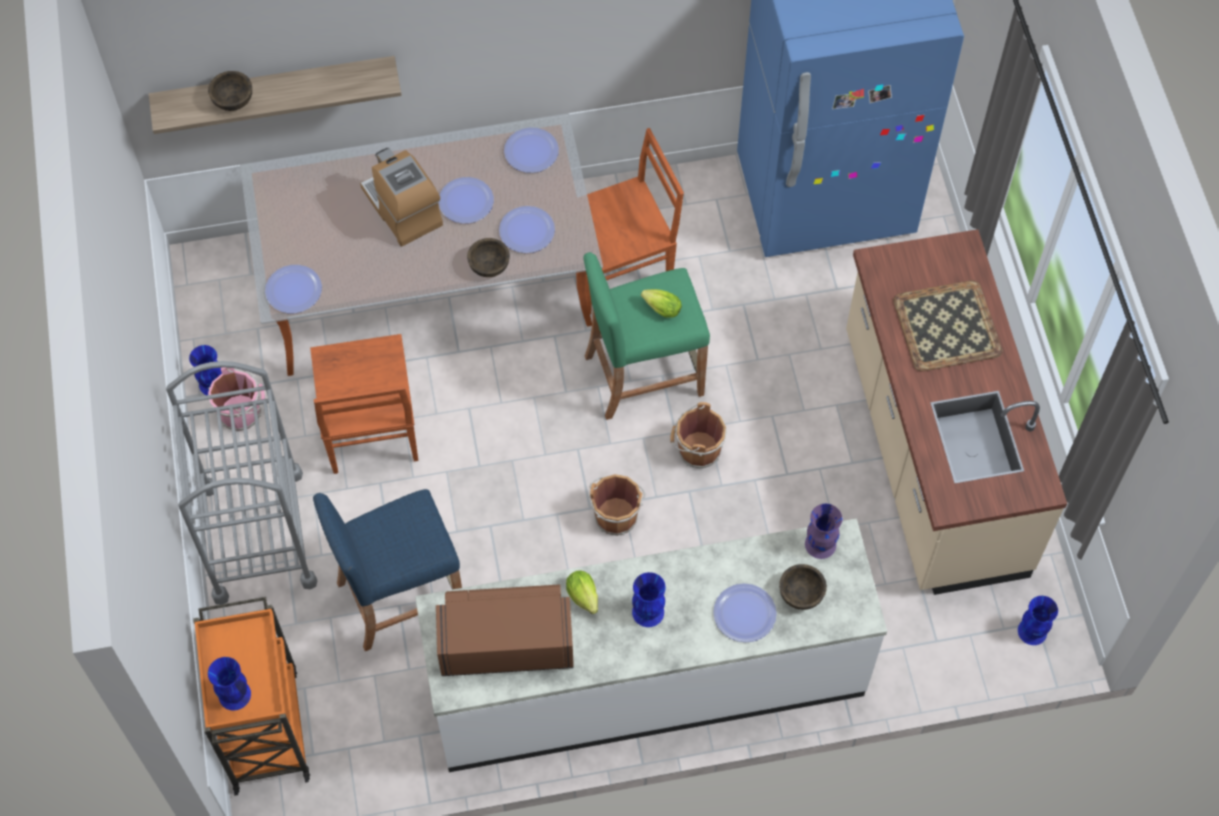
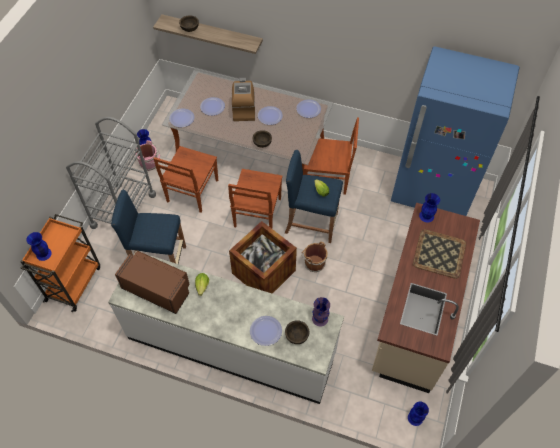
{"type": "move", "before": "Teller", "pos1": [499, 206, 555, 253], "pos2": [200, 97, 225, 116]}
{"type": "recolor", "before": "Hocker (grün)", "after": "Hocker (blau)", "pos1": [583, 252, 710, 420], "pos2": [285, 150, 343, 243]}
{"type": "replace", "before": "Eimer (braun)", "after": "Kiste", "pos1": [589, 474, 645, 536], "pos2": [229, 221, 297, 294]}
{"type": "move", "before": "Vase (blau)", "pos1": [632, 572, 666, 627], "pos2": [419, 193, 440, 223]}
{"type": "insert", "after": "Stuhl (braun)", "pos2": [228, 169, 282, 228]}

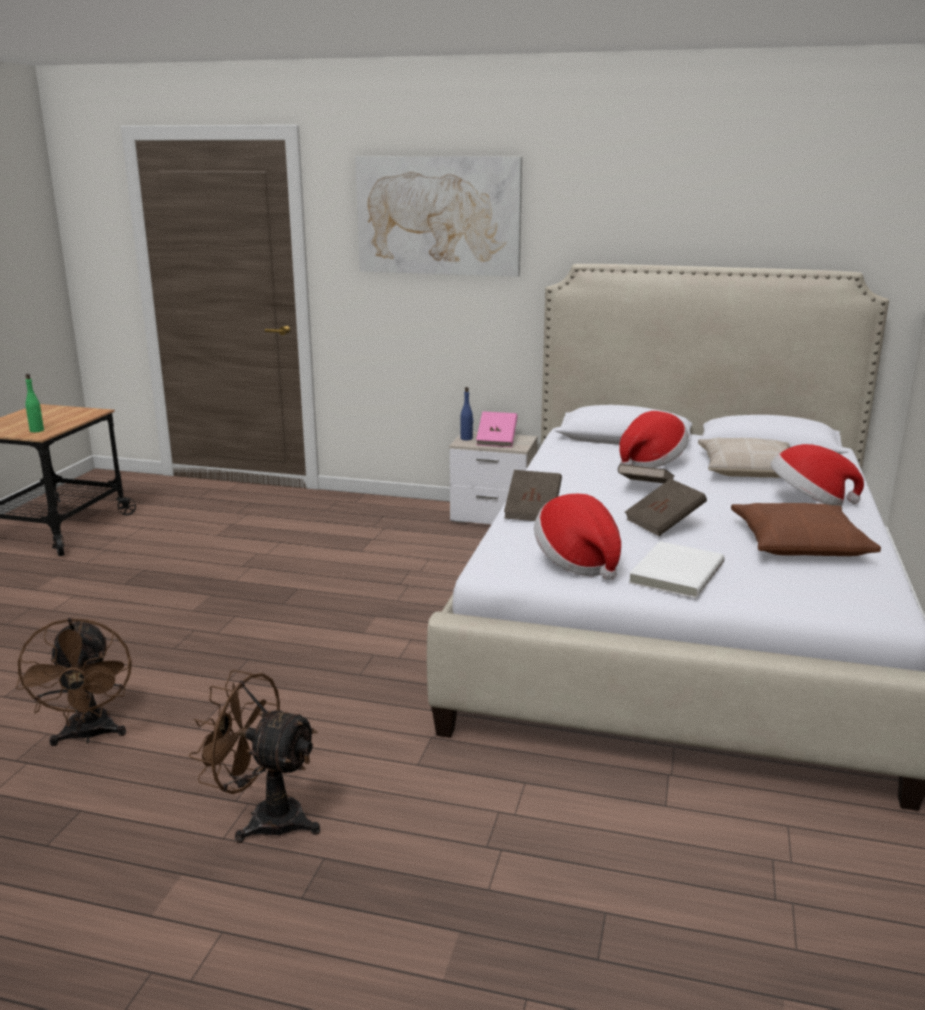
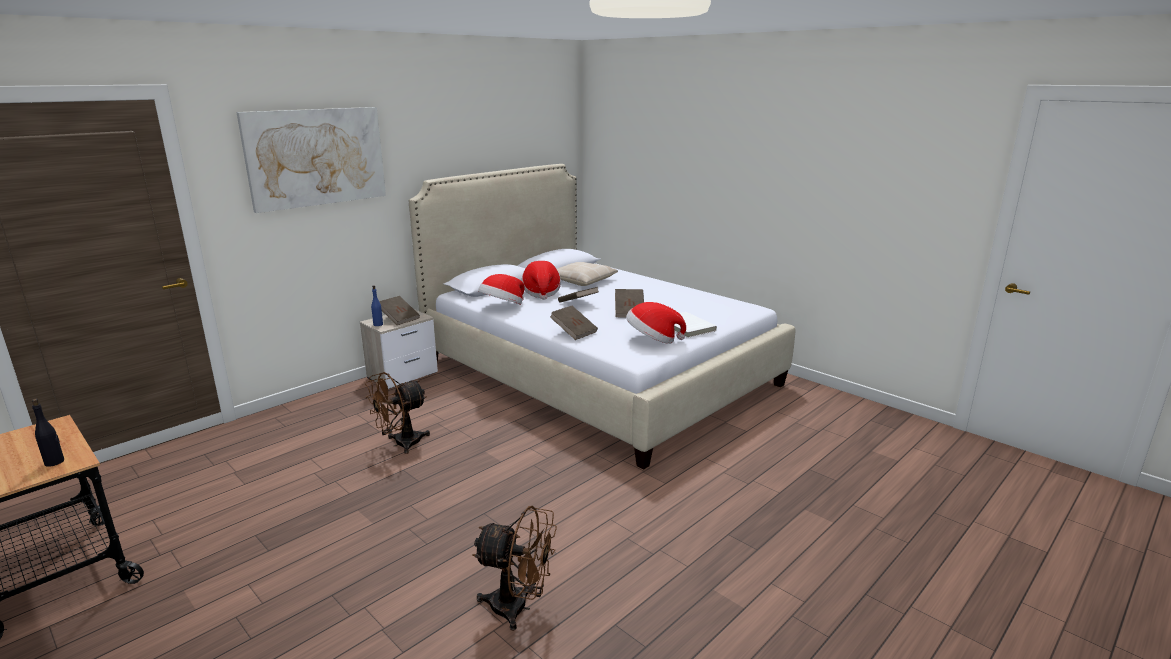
{"type": "recolor", "before": "Flasche (grün)", "after": "Flasche (schwarz)", "pos1": [25, 374, 44, 432], "pos2": [32, 399, 64, 467]}
{"type": "move", "before": "Ventilator (braun)", "pos1": [189, 670, 320, 843], "pos2": [365, 372, 430, 454]}
{"type": "recolor", "before": "Buch (rosa)", "after": "Buch (braun)", "pos1": [476, 411, 518, 447], "pos2": [379, 296, 420, 325]}
{"type": "delete", "before": "Kissen (braun)", "pos1": [731, 503, 881, 556]}
{"type": "move", "before": "Hut", "pos1": [771, 444, 864, 506], "pos2": [478, 274, 525, 305]}

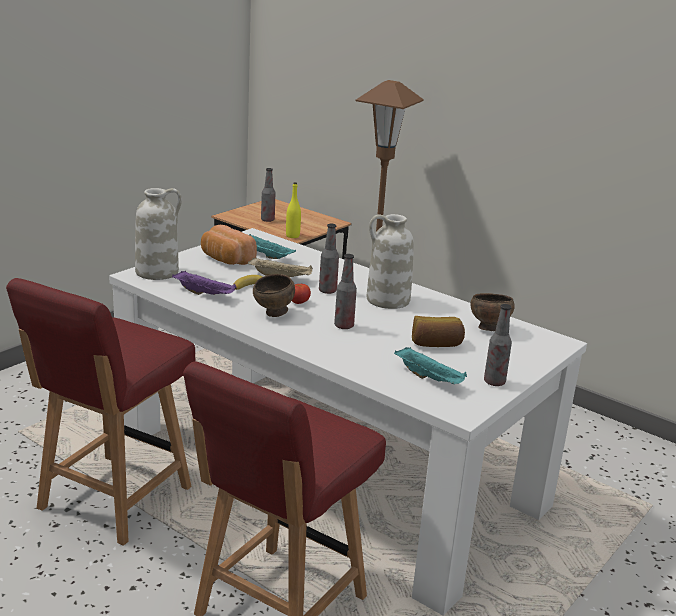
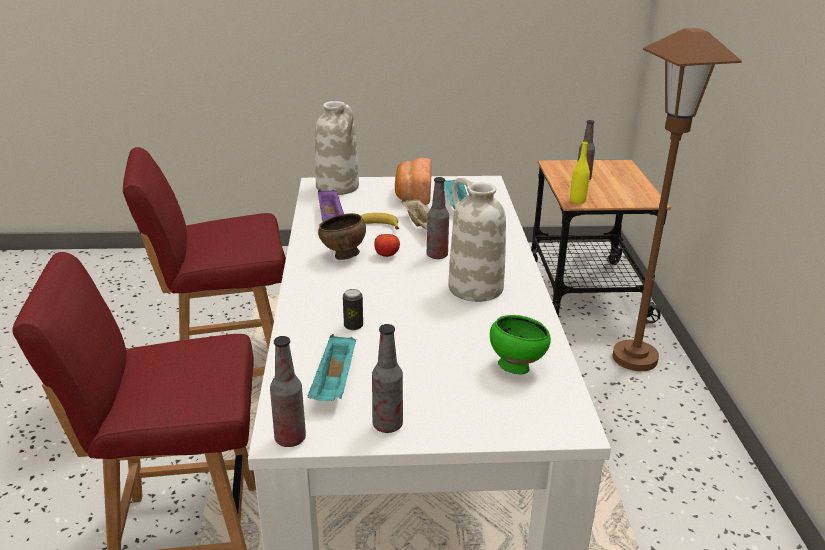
{"type": "move", "before": "Flasche", "pos1": [334, 254, 357, 329], "pos2": [270, 336, 306, 447]}
{"type": "delete", "before": "Brot", "pos1": [412, 316, 465, 347]}
{"type": "recolor", "before": "Schüssel (braun)", "after": "Schüssel (grün)", "pos1": [471, 293, 515, 331], "pos2": [490, 315, 551, 374]}
{"type": "insert", "after": "Dose", "pos2": [343, 289, 363, 330]}

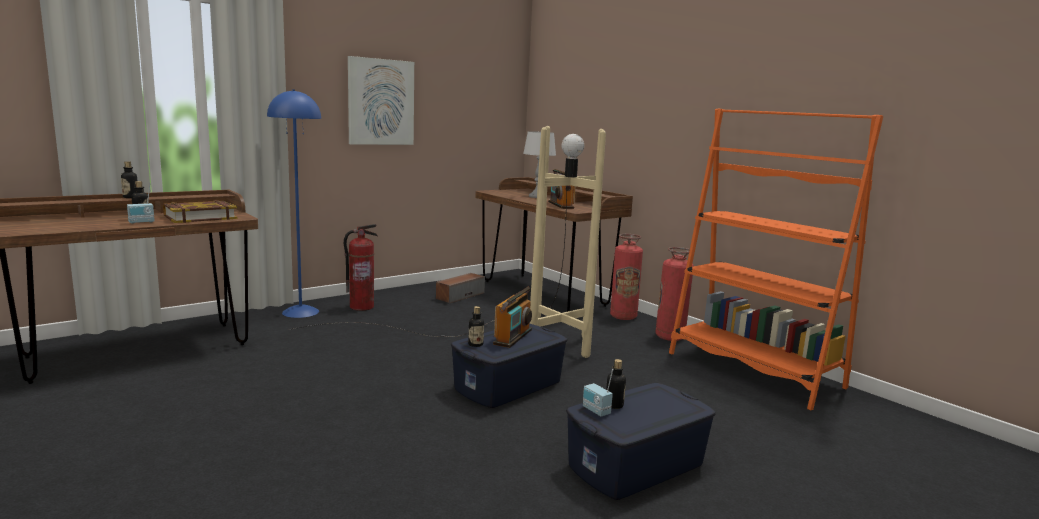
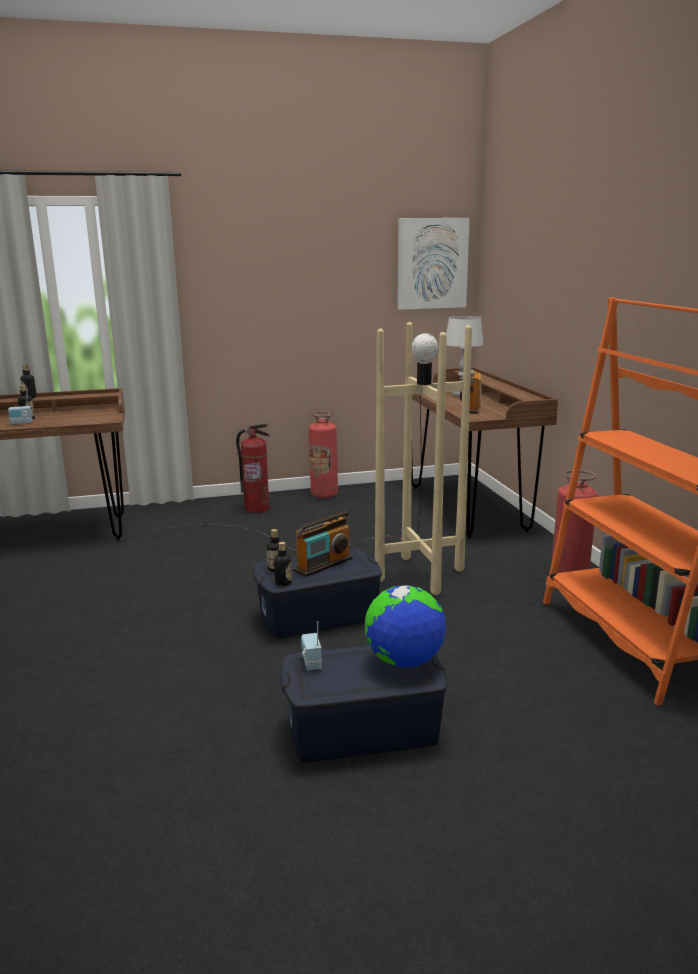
{"type": "delete", "before": "Buch", "pos1": [163, 200, 238, 223]}
{"type": "delete", "before": "Stehlampe (blau)", "pos1": [267, 89, 321, 318]}
{"type": "move", "before": "Bild", "pos1": [348, 56, 414, 145], "pos2": [397, 218, 470, 310]}
{"type": "delete", "before": "Lautsprecher", "pos1": [436, 273, 485, 304]}
{"type": "move", "before": "Flasche", "pos1": [606, 359, 626, 409], "pos2": [274, 542, 292, 586]}
{"type": "move", "before": "Feuerlöscher", "pos1": [610, 234, 643, 320], "pos2": [309, 411, 338, 498]}
{"type": "insert", "after": "Globus", "pos2": [365, 585, 446, 668]}

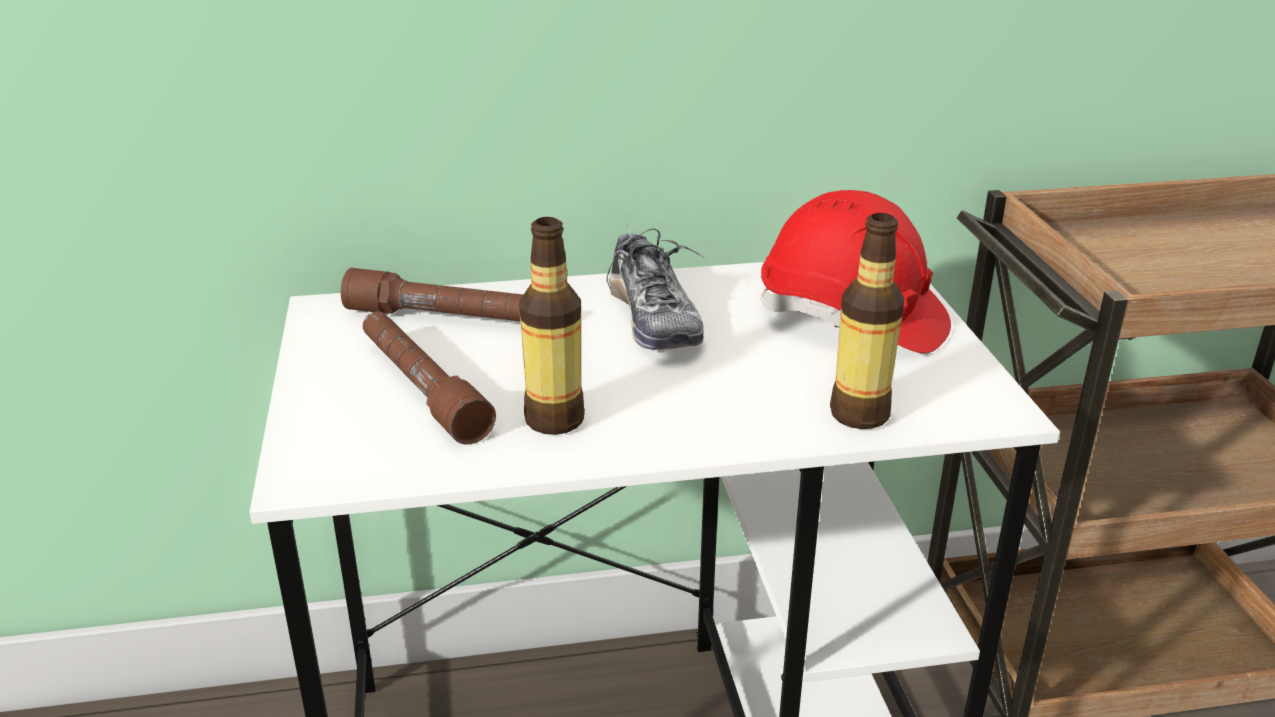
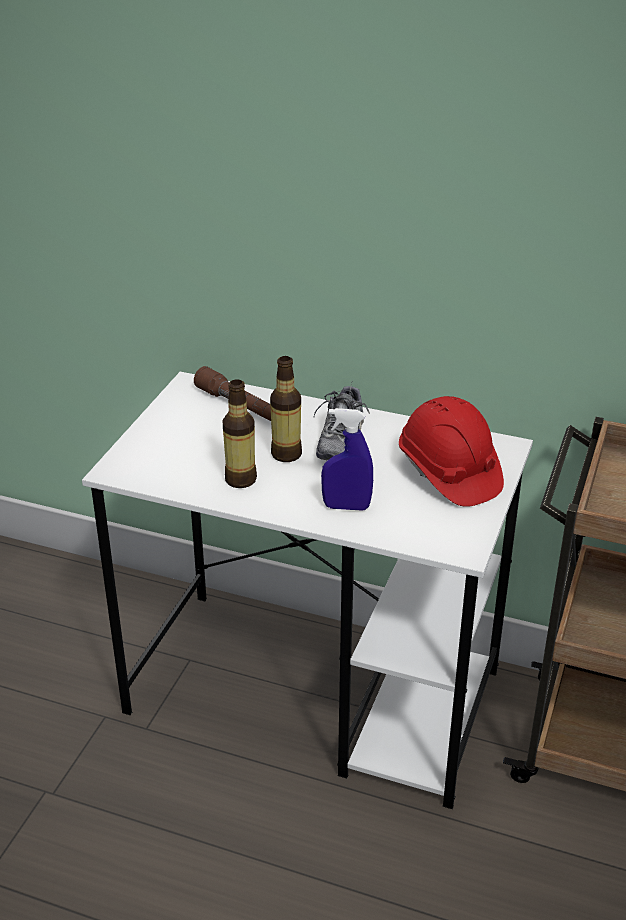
{"type": "delete", "before": "Taschenlampe (braun)", "pos1": [363, 311, 496, 445]}
{"type": "move", "before": "Flasche", "pos1": [830, 213, 904, 429], "pos2": [270, 356, 302, 462]}
{"type": "insert", "after": "Sprühflasche (blau)", "pos2": [321, 408, 373, 511]}

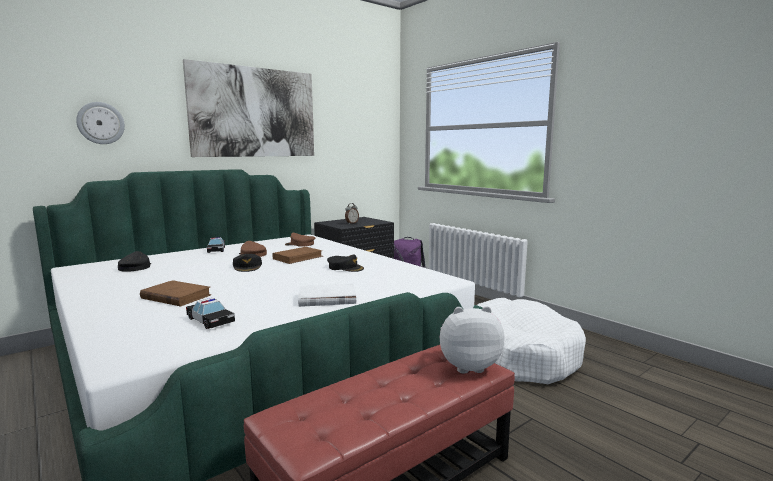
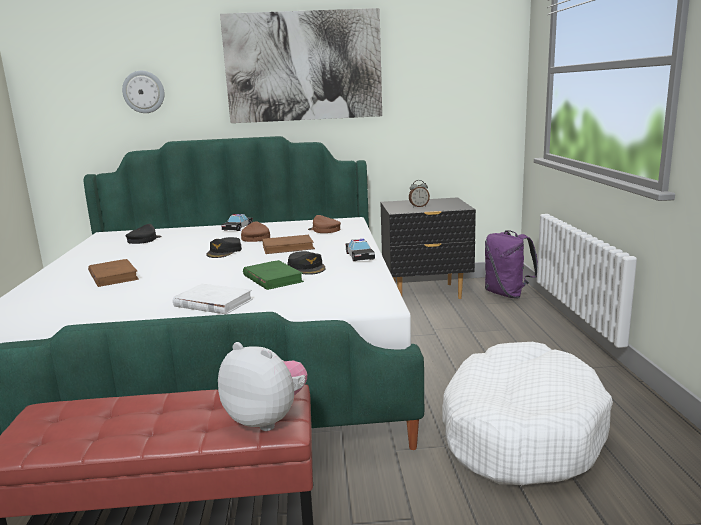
{"type": "move", "before": "Spielzeugauto", "pos1": [186, 298, 235, 329], "pos2": [345, 239, 375, 261]}
{"type": "insert", "after": "Buch (grün)", "pos2": [243, 260, 304, 290]}

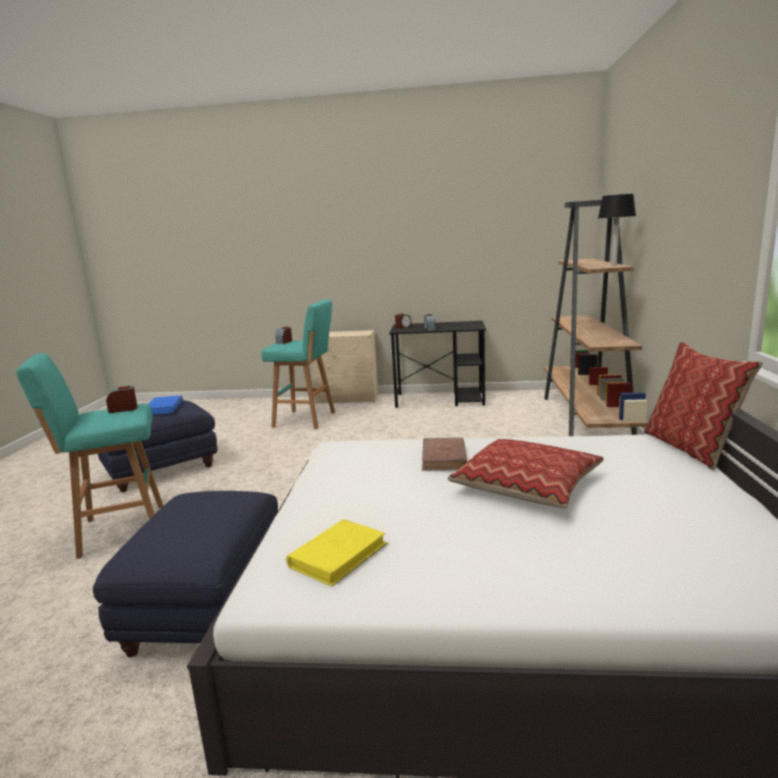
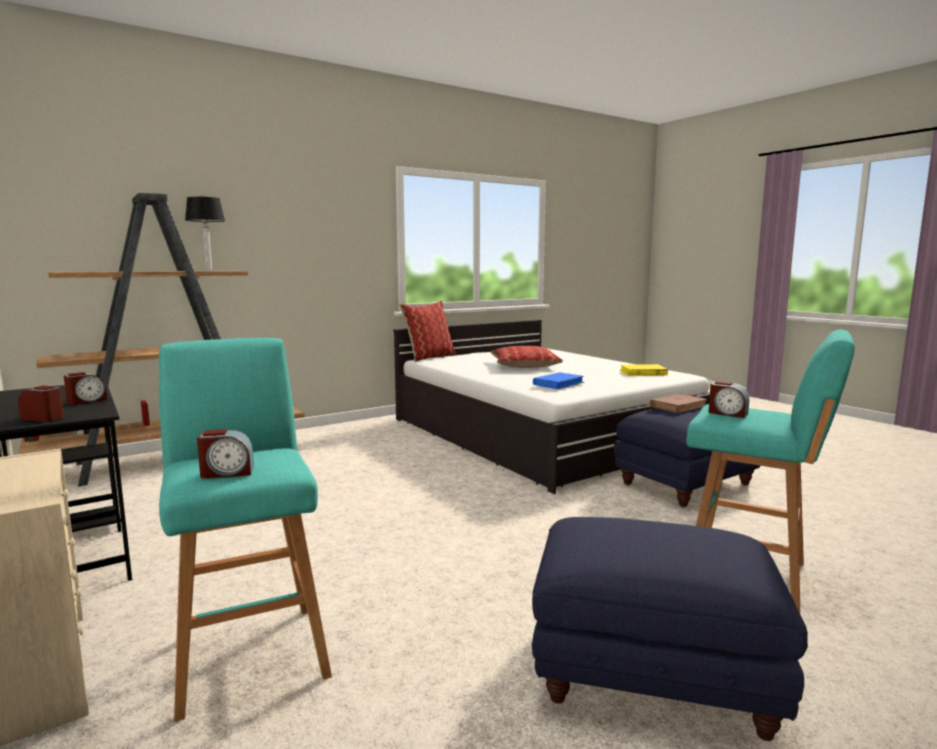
{"type": "move", "before": "Buch (blau)", "pos1": [148, 395, 183, 415], "pos2": [533, 372, 584, 389]}
{"type": "move", "before": "Buch (braun)", "pos1": [422, 438, 467, 471], "pos2": [650, 394, 708, 413]}

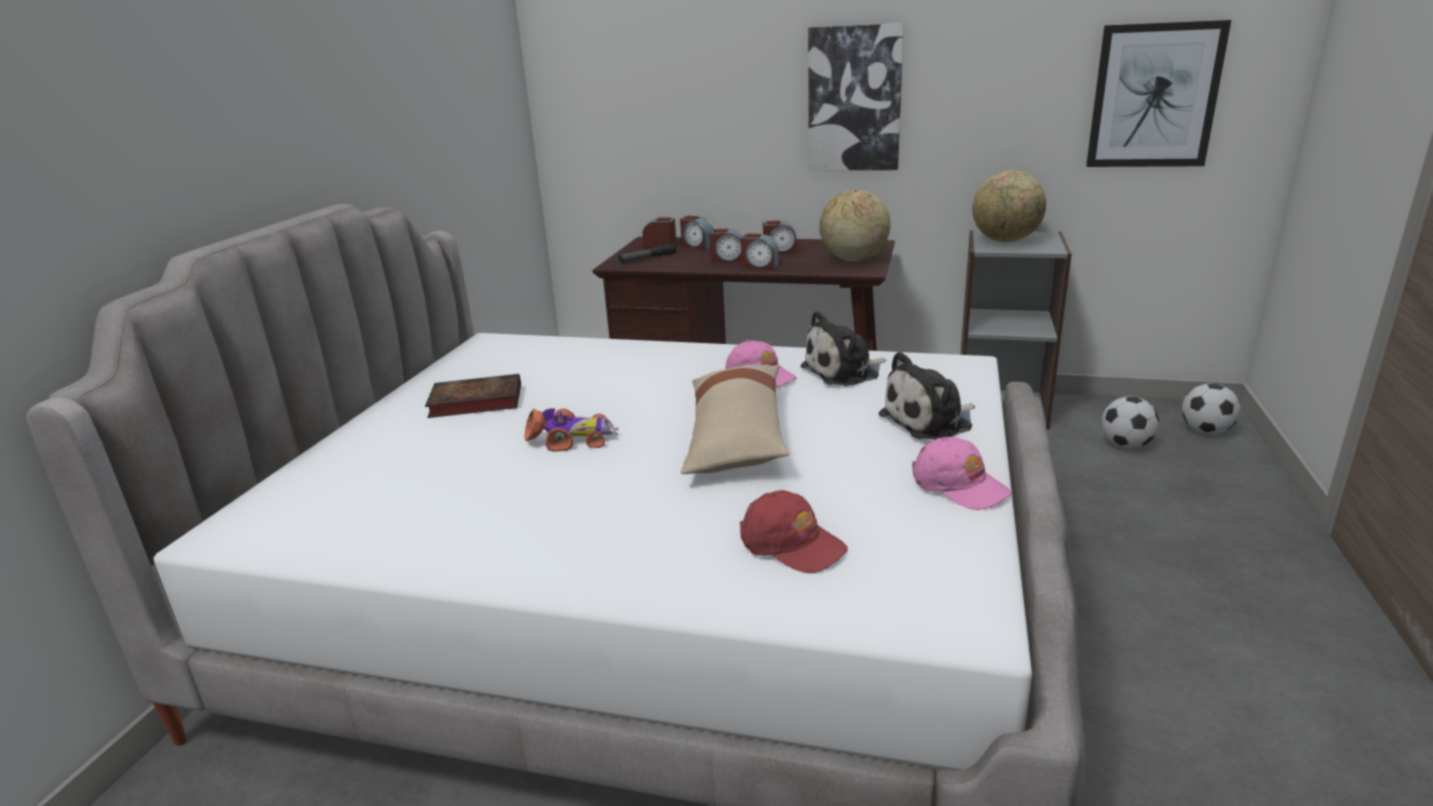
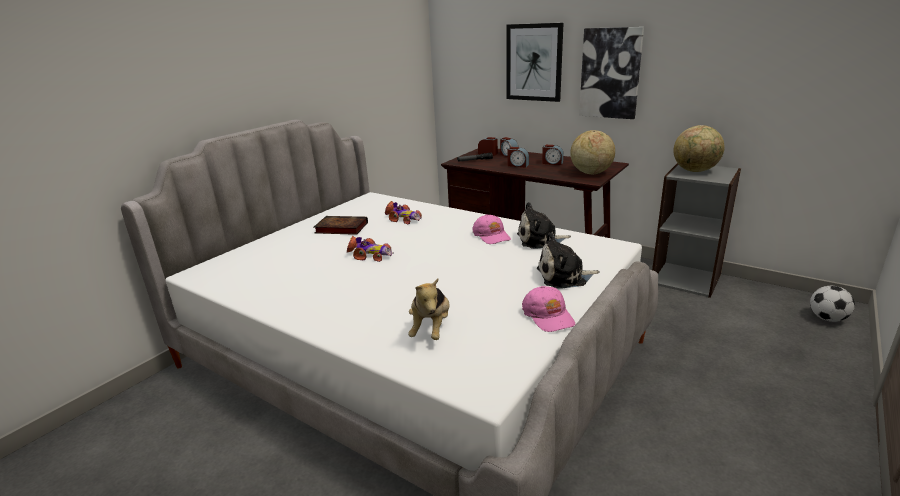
{"type": "delete", "before": "Kissen (beige)", "pos1": [681, 364, 789, 474]}
{"type": "replace", "before": "Kappe (rot)", "after": "Plüschtier", "pos1": [740, 490, 848, 573], "pos2": [408, 278, 450, 340]}
{"type": "delete", "before": "Wecker", "pos1": [741, 233, 779, 269]}
{"type": "move", "before": "Bild", "pos1": [1086, 20, 1231, 167], "pos2": [506, 23, 563, 102]}
{"type": "delete", "before": "Fußball", "pos1": [1101, 396, 1159, 449]}
{"type": "insert", "after": "Spielzeugauto", "pos2": [385, 201, 422, 224]}

